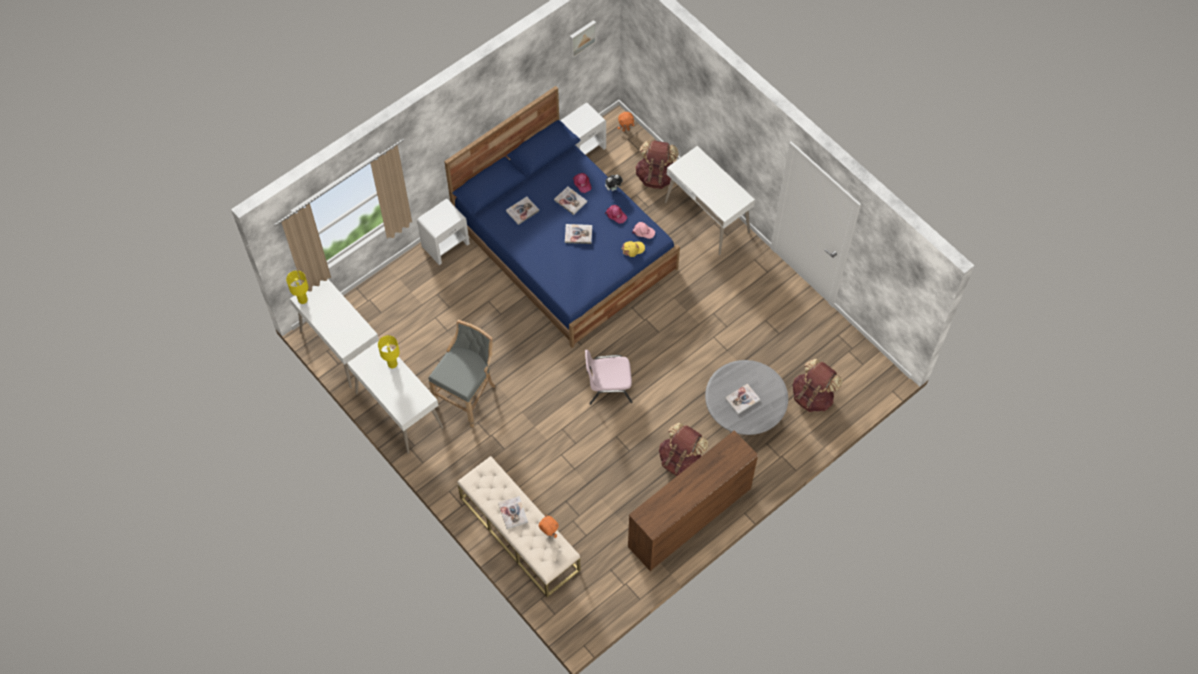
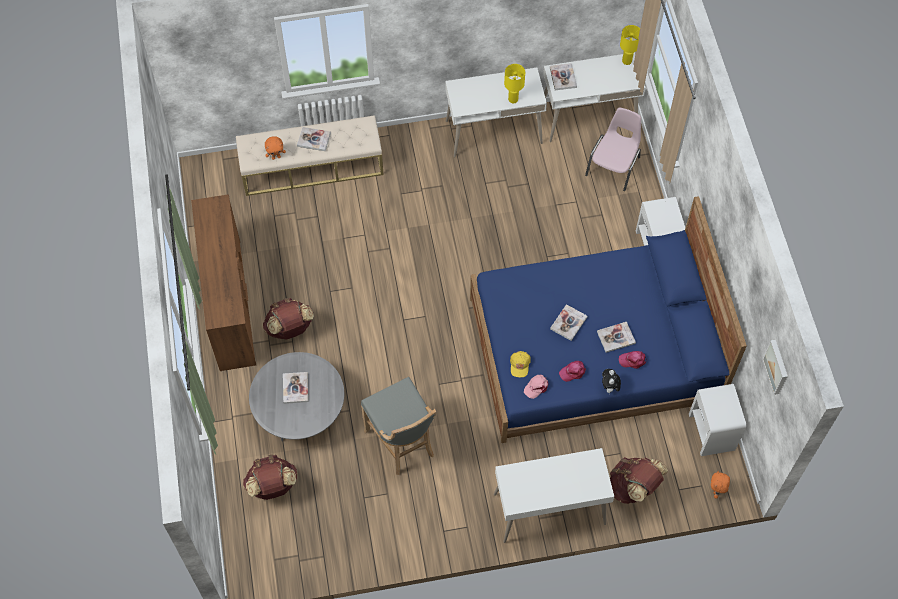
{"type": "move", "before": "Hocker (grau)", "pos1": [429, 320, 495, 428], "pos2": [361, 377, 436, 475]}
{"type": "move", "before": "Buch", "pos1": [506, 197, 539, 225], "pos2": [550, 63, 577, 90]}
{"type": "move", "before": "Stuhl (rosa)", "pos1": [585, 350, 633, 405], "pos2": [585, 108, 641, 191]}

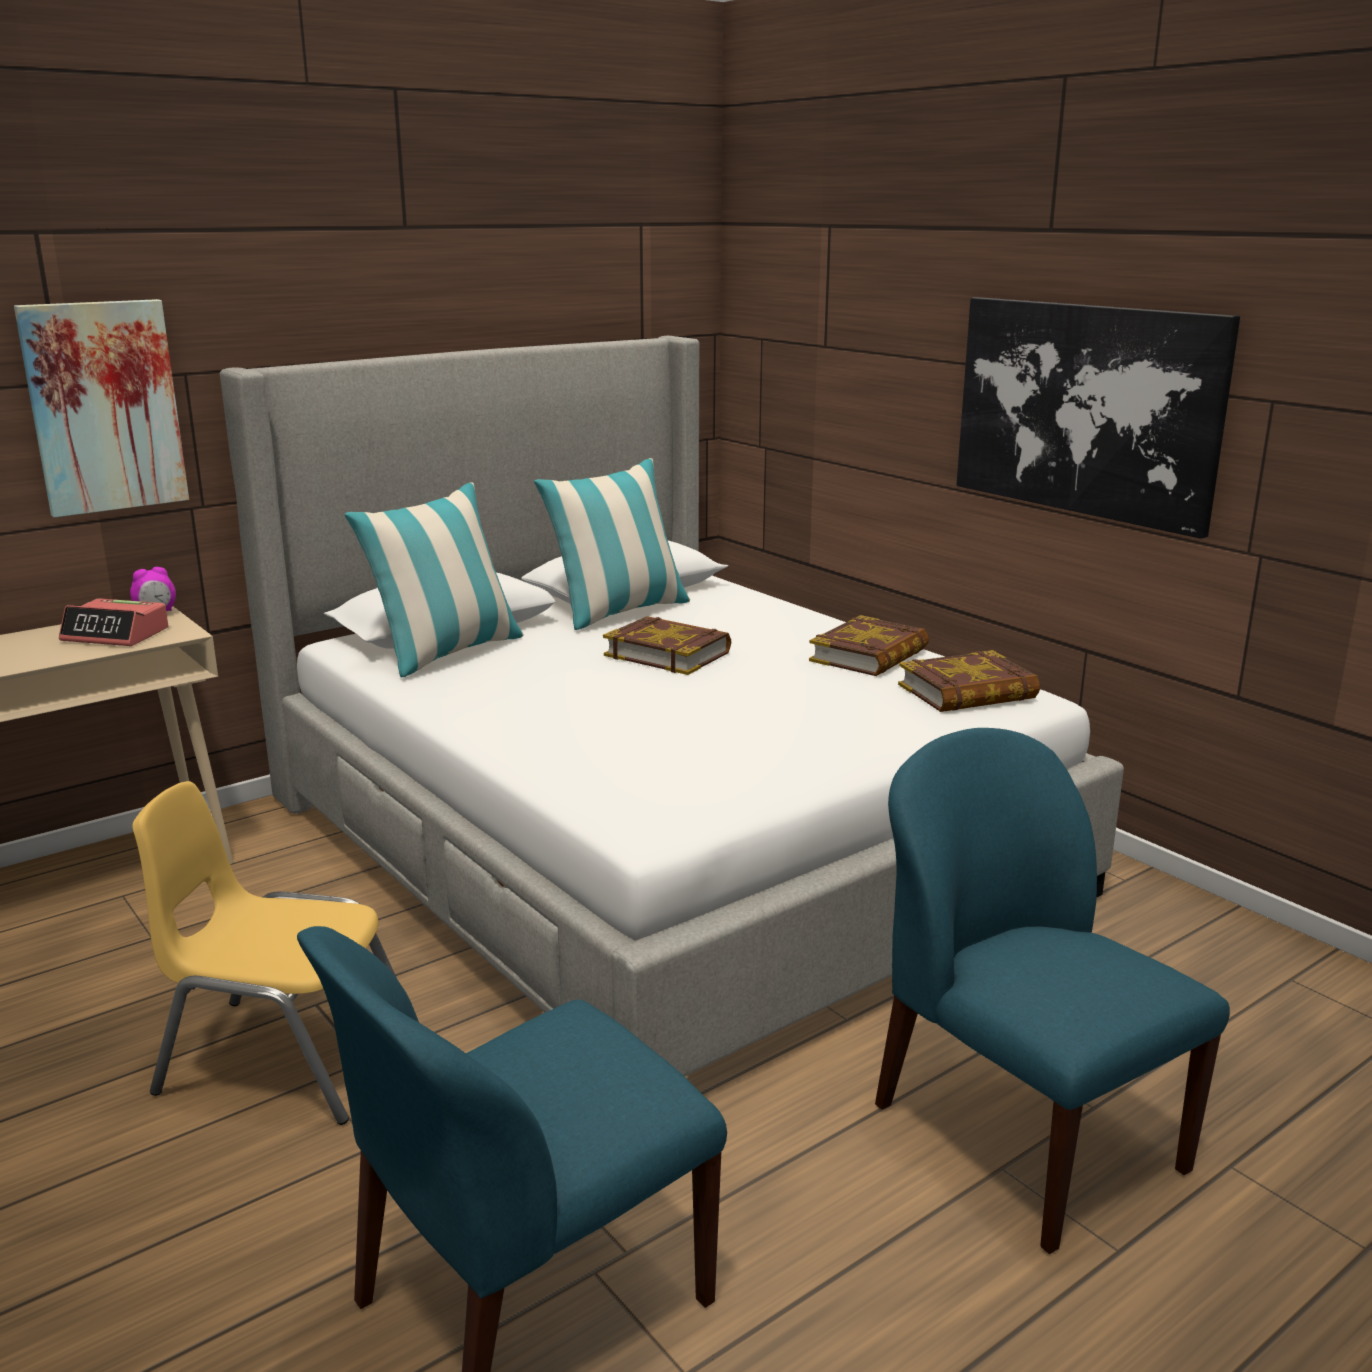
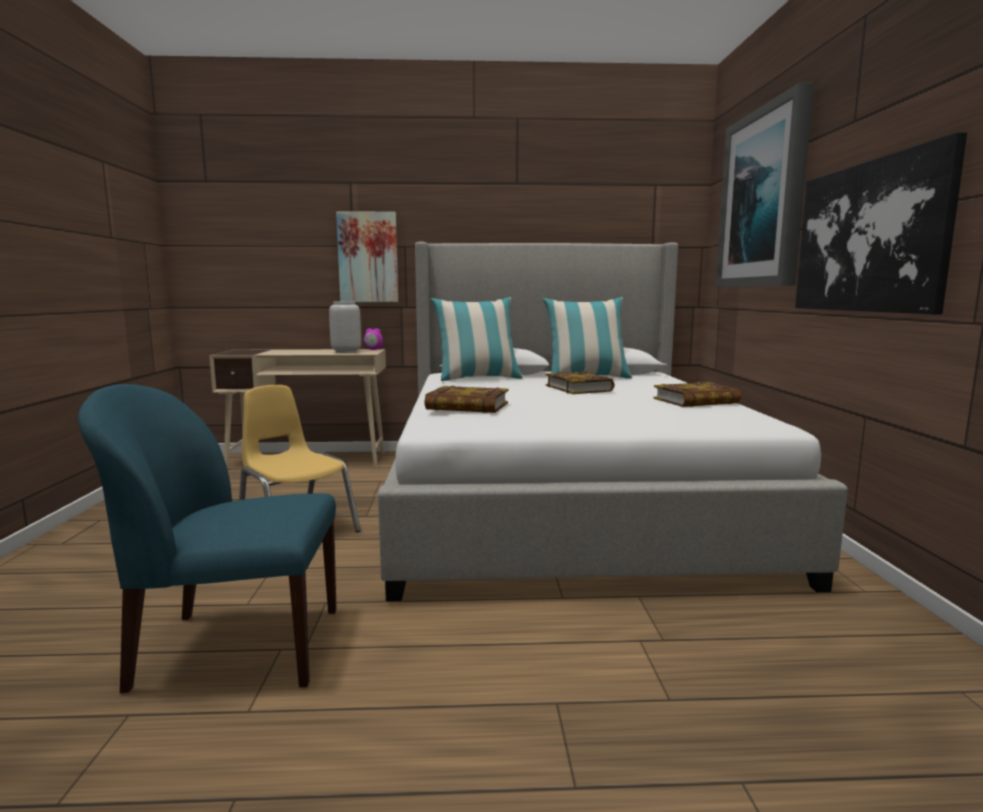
{"type": "replace", "before": "Wecker", "after": "Vase (grau)", "pos1": [59, 598, 169, 646], "pos2": [329, 301, 361, 353]}
{"type": "delete", "before": "Stuhl (blau)", "pos1": [875, 728, 1230, 1254]}
{"type": "move", "before": "Buch", "pos1": [898, 650, 1040, 712], "pos2": [424, 386, 509, 413]}
{"type": "insert", "after": "Bild", "pos2": [716, 82, 814, 287]}

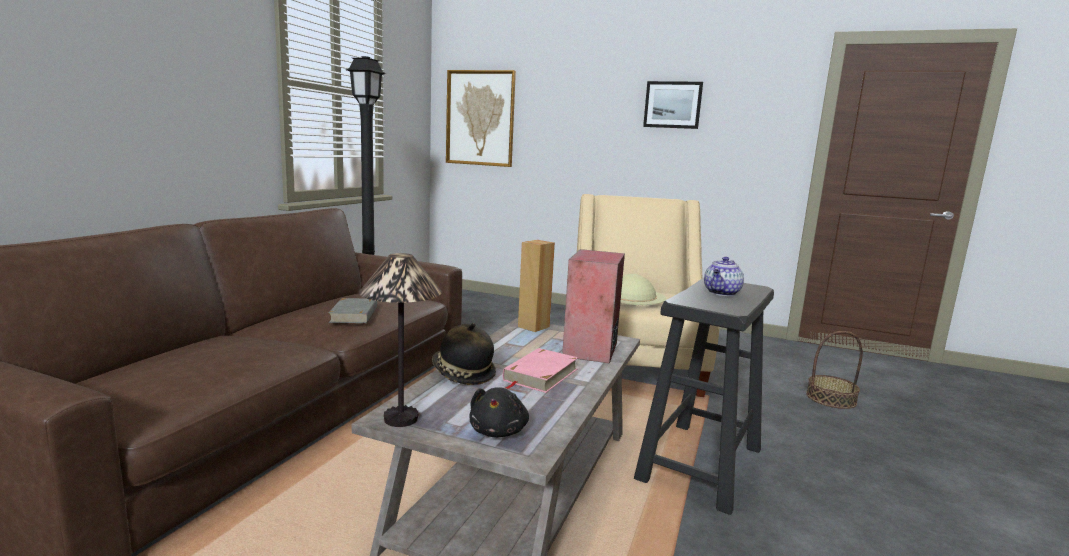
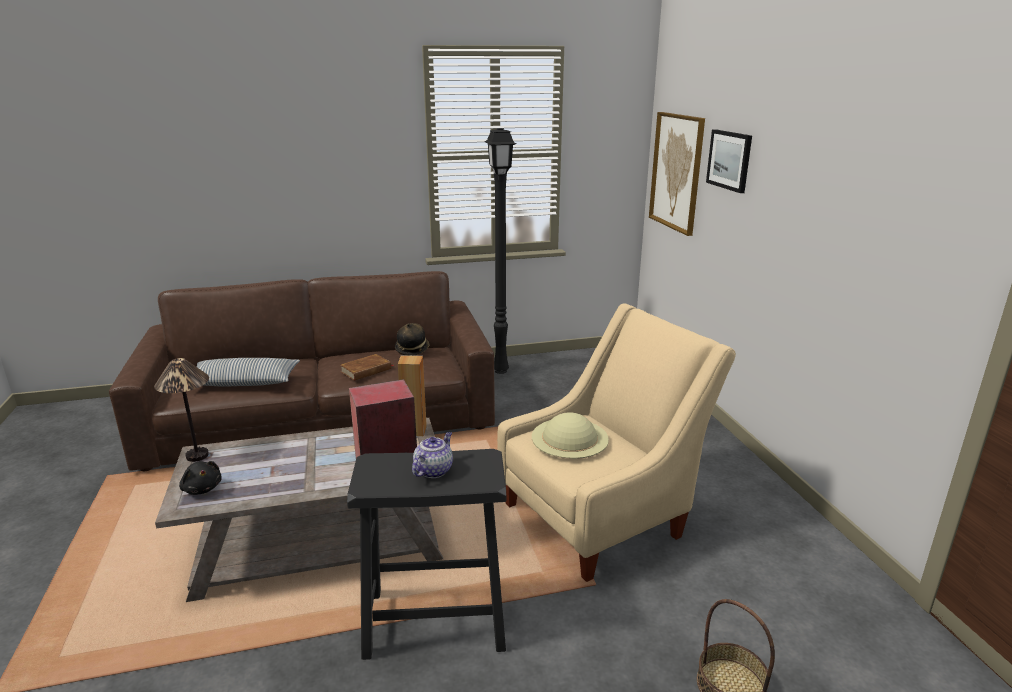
{"type": "recolor", "before": "Buch (grau)", "after": "Buch (braun)", "pos1": [329, 298, 377, 323], "pos2": [340, 354, 394, 381]}
{"type": "move", "before": "Hut", "pos1": [432, 323, 496, 385], "pos2": [395, 323, 429, 356]}
{"type": "rotate", "before": "Plüschtier (schwarz)", "pos1": [470, 387, 529, 437], "pos2": [179, 461, 222, 495], "turn": -105}
{"type": "delete", "before": "Buch (rosa)", "pos1": [503, 348, 578, 393]}
{"type": "move", "before": "Bild", "pos1": [643, 81, 703, 129], "pos2": [706, 129, 752, 193]}
{"type": "rotate", "before": "Teekanne", "pos1": [704, 257, 744, 296], "pos2": [412, 432, 453, 478], "turn": 120}
{"type": "insert", "after": "Kissen", "pos2": [196, 358, 300, 387]}

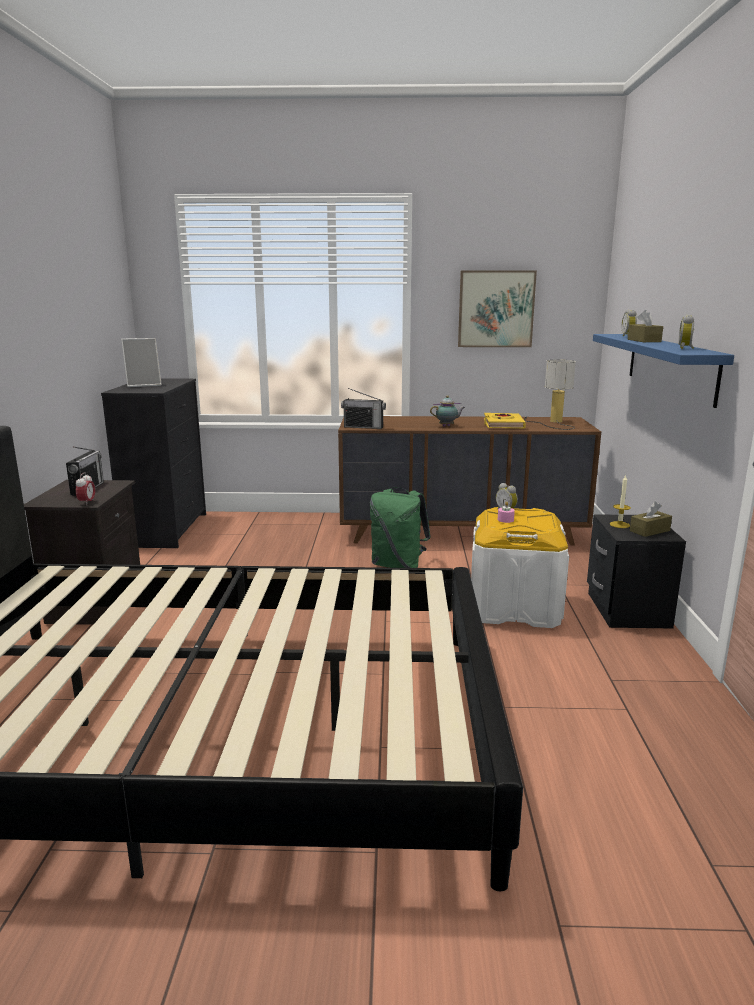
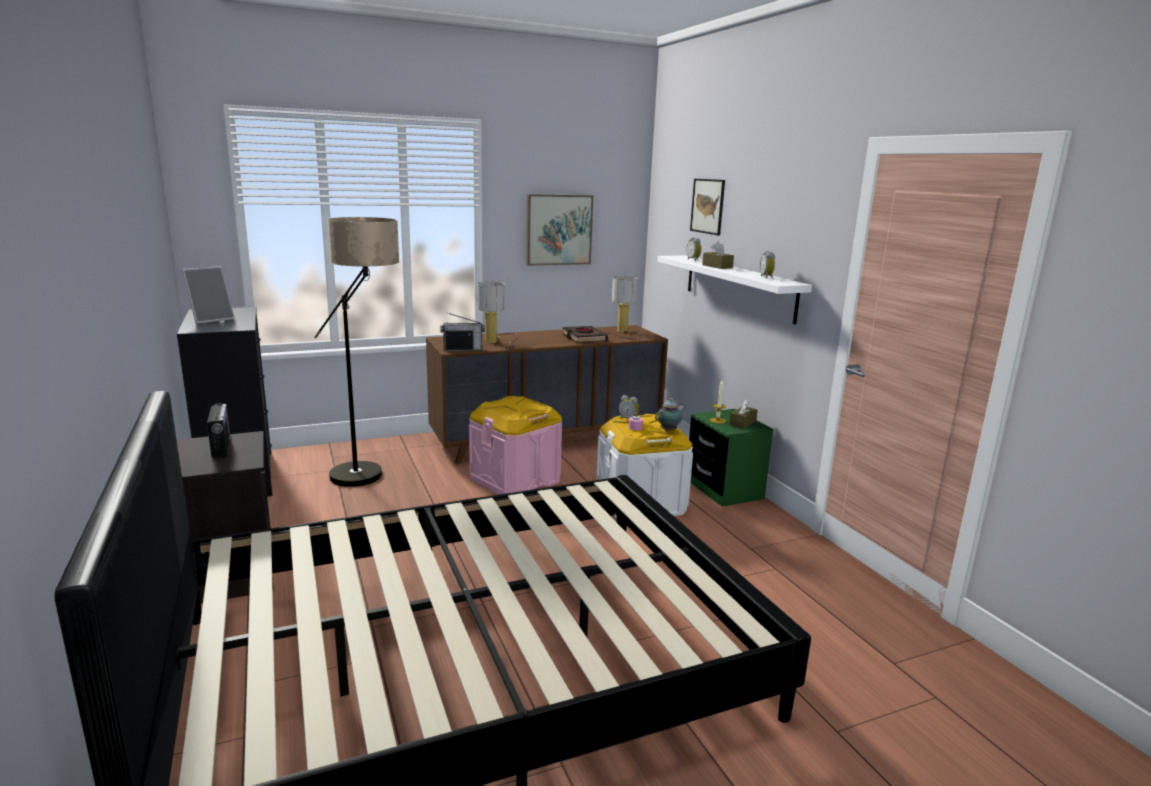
{"type": "delete", "before": "Wecker", "pos1": [76, 473, 95, 504]}
{"type": "replace", "before": "Rucksack (grün)", "after": "Aufbewahrungsbox (rosa)", "pos1": [370, 487, 431, 568], "pos2": [469, 396, 562, 495]}
{"type": "move", "before": "Teekanne", "pos1": [430, 395, 465, 427], "pos2": [655, 398, 685, 431]}
{"type": "recolor", "before": "Buch (gelb)", "after": "Buch (schwarz)", "pos1": [484, 413, 526, 428], "pos2": [562, 326, 608, 342]}
{"type": "recolor", "before": "Nachttisch (schwarz)", "after": "Nachttisch (grün)", "pos1": [587, 514, 686, 629], "pos2": [689, 409, 773, 507]}
{"type": "recolor", "before": "Wandregal (blau)", "after": "Wandregal (weiß)", "pos1": [593, 334, 734, 408], "pos2": [657, 255, 812, 324]}
{"type": "insert", "after": "Stehlampe", "pos2": [314, 217, 399, 487]}
{"type": "insert", "after": "Tischlampe", "pos2": [477, 282, 519, 349]}
{"type": "insert", "after": "Bild", "pos2": [690, 179, 725, 235]}

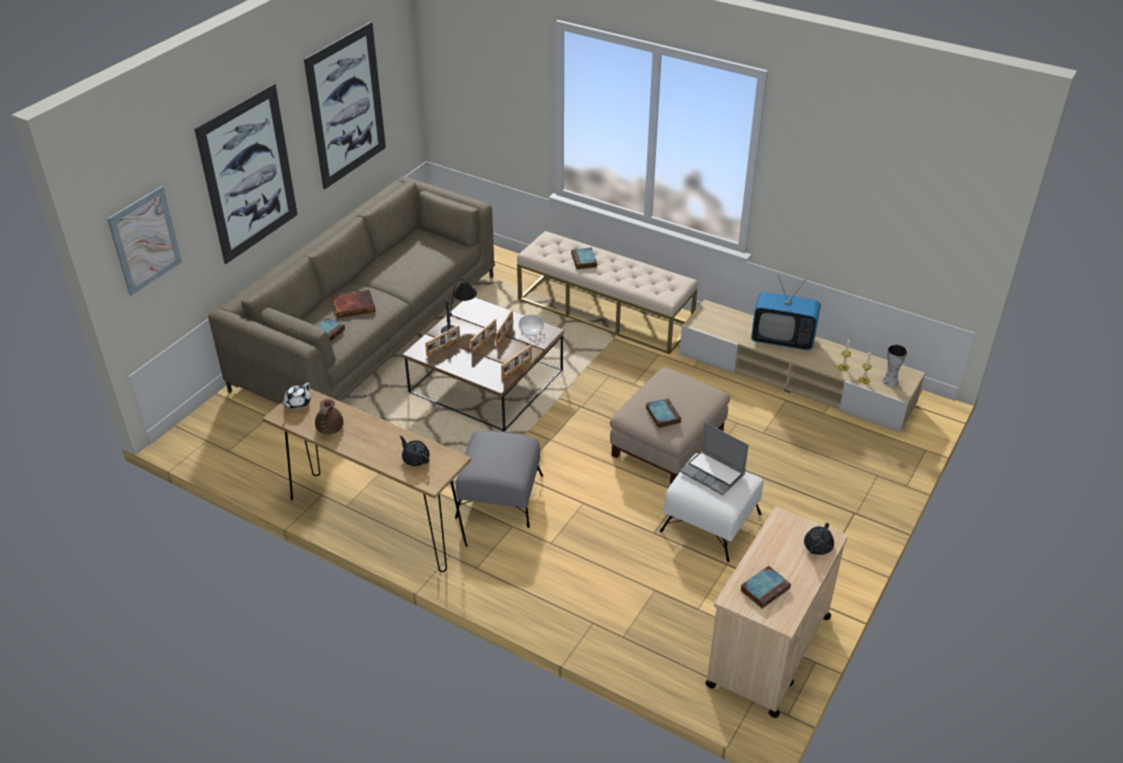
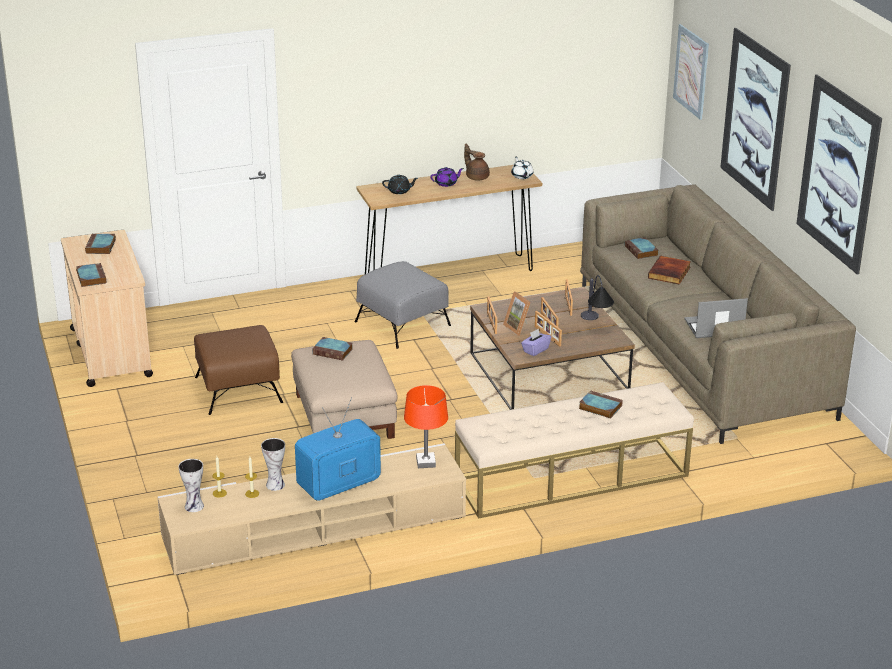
{"type": "replace", "before": "Schüssel", "after": "Taschentuchbox (lila)", "pos1": [519, 314, 544, 336], "pos2": [521, 329, 551, 356]}
{"type": "recolor", "before": "Polsterhocker (weiß)", "after": "Polsterhocker (braun)", "pos1": [660, 453, 763, 562], "pos2": [194, 325, 283, 415]}
{"type": "move", "before": "Laptop", "pos1": [680, 422, 749, 495], "pos2": [685, 298, 748, 338]}
{"type": "replace", "before": "Teekanne (schwarz)", "after": "Buch", "pos1": [804, 523, 834, 555], "pos2": [76, 263, 106, 287]}
{"type": "insert", "after": "Vase", "pos2": [261, 438, 285, 491]}
{"type": "insert", "after": "Tischlampe (orange)", "pos2": [404, 385, 448, 468]}
{"type": "insert", "after": "Teekanne (lila)", "pos2": [430, 167, 464, 187]}
{"type": "insert", "after": "Bilderrahmen", "pos2": [503, 292, 531, 336]}

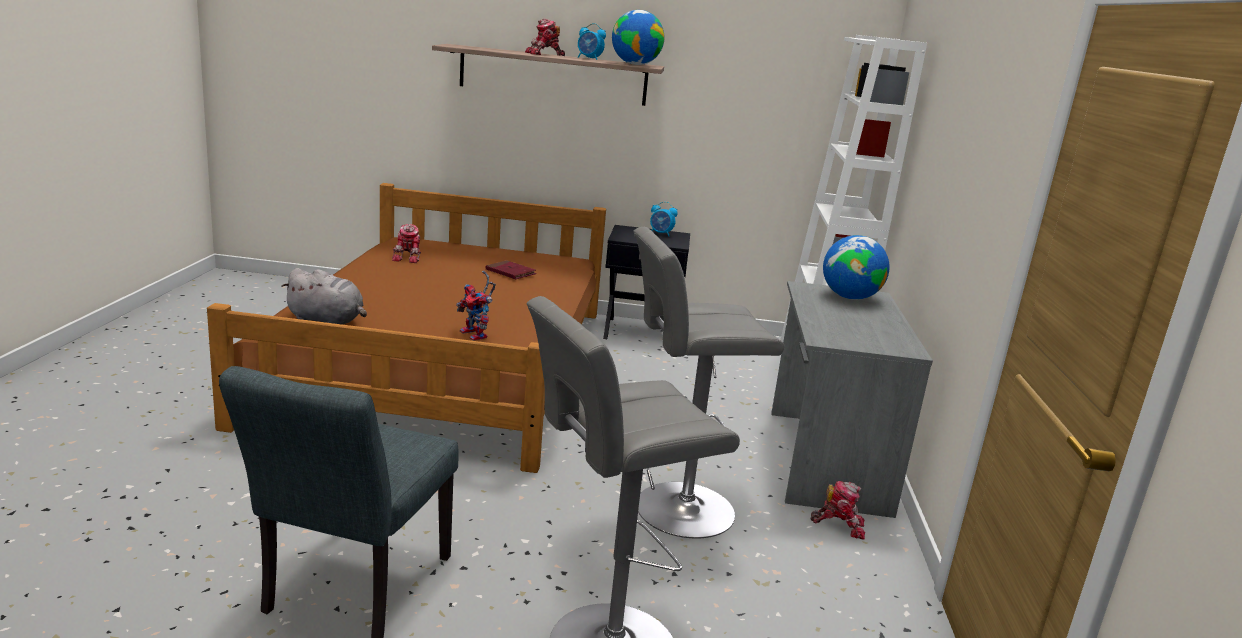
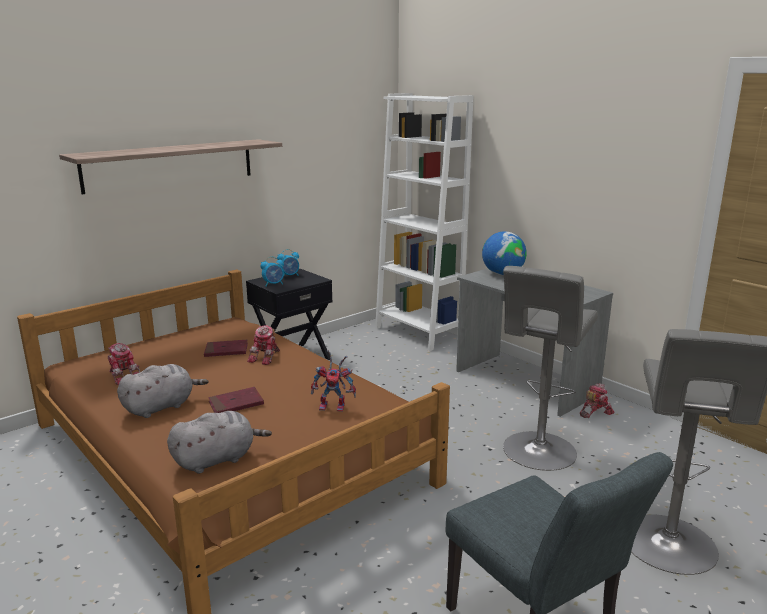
{"type": "move", "before": "Spielzeugroboter", "pos1": [525, 18, 565, 56], "pos2": [247, 326, 280, 365]}
{"type": "move", "before": "Wecker", "pos1": [578, 23, 606, 60], "pos2": [261, 257, 284, 286]}
{"type": "delete", "before": "Globus", "pos1": [612, 10, 664, 65]}
{"type": "insert", "after": "Plüschtier (grau)", "pos2": [117, 364, 208, 418]}
{"type": "insert", "after": "Buch (rot)", "pos2": [208, 387, 264, 413]}

